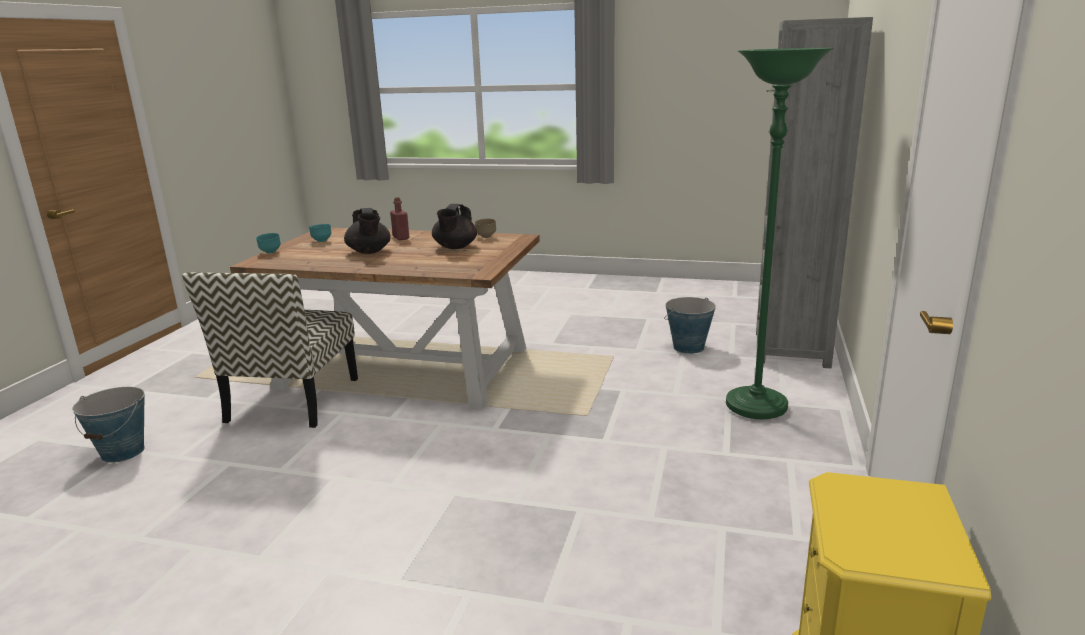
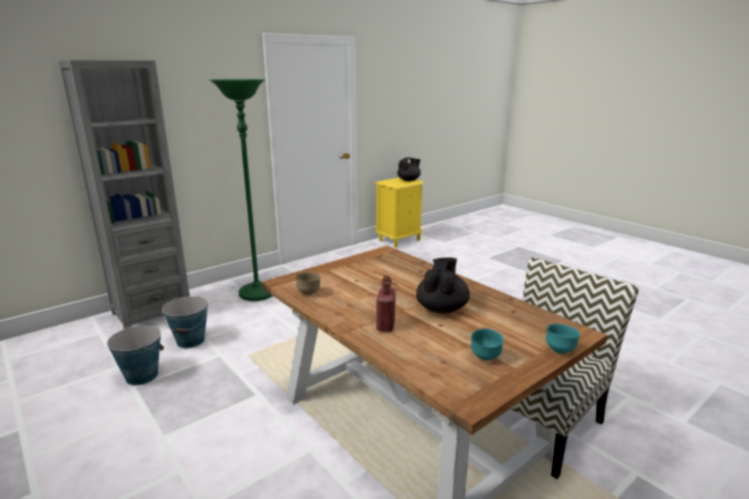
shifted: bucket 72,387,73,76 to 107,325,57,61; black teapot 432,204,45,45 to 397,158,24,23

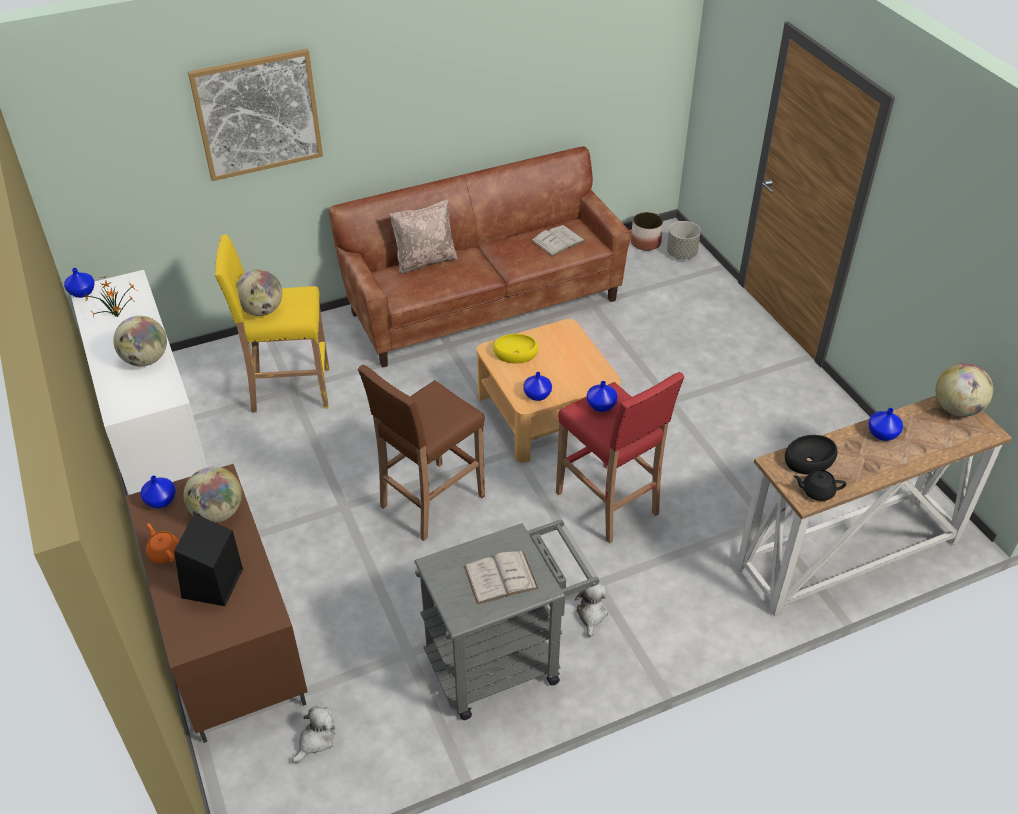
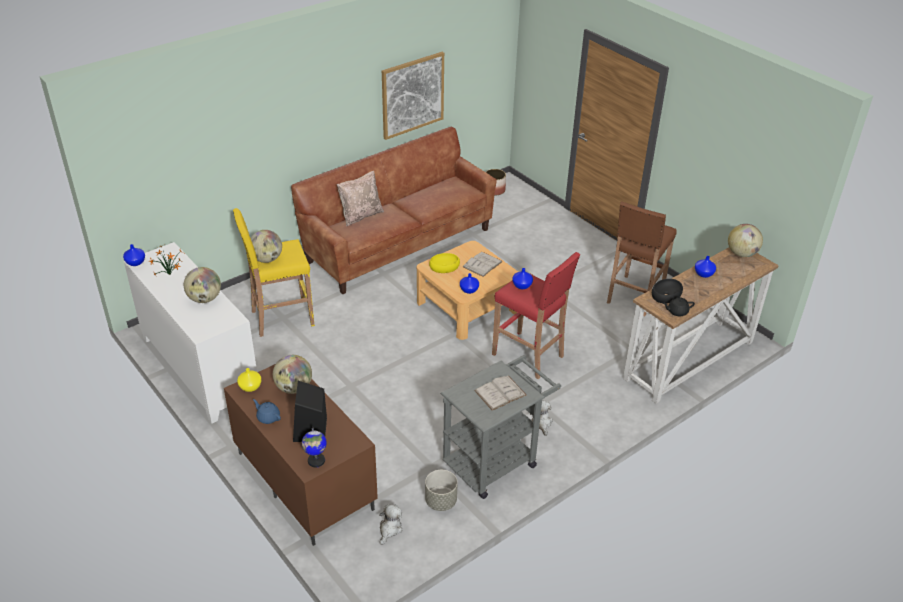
new: globe 302,427,25,40
shifted: picture 188,49,135,132 to 382,52,62,88; brown stool 358,364,127,177 to 607,202,70,114; white book 531,225,54,32 to 463,252,40,25; grey planter 667,221,34,38 to 425,470,33,41
repainted: blue vase 140,476,36,33 to yellow vase 237,368,25,24; orange teapot 146,523,33,41 to blue teapot 253,399,28,25

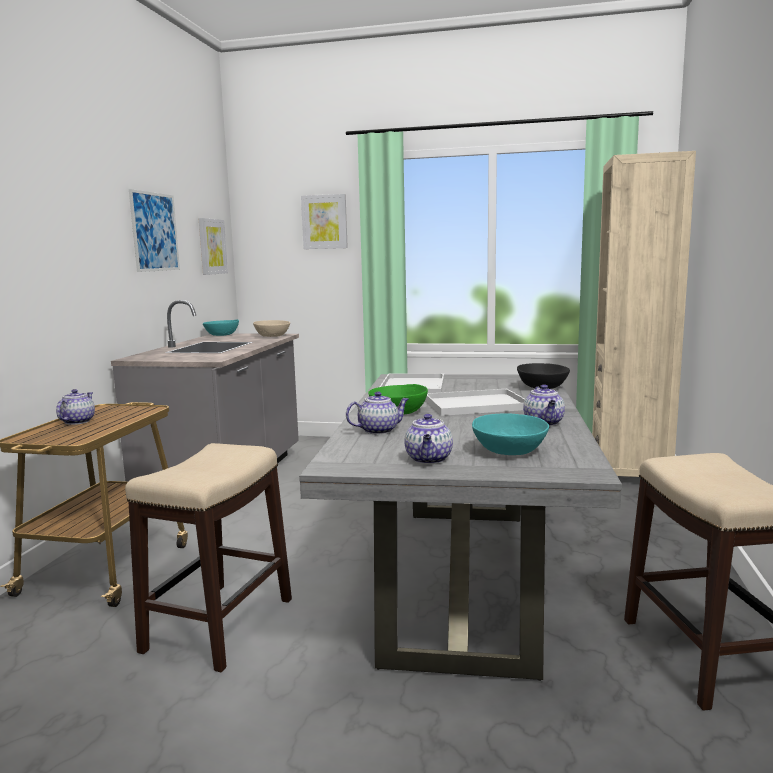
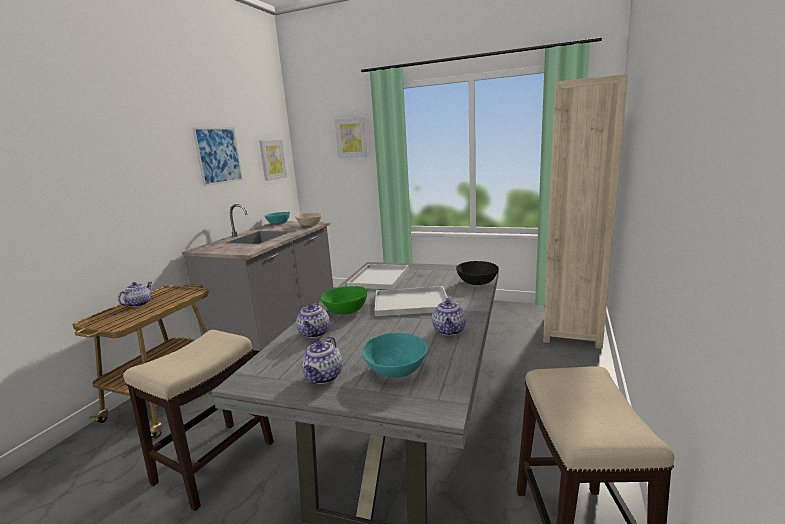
rotated: teapot 346,391,63,43 = 296,302,34,36 105 degrees clockwise

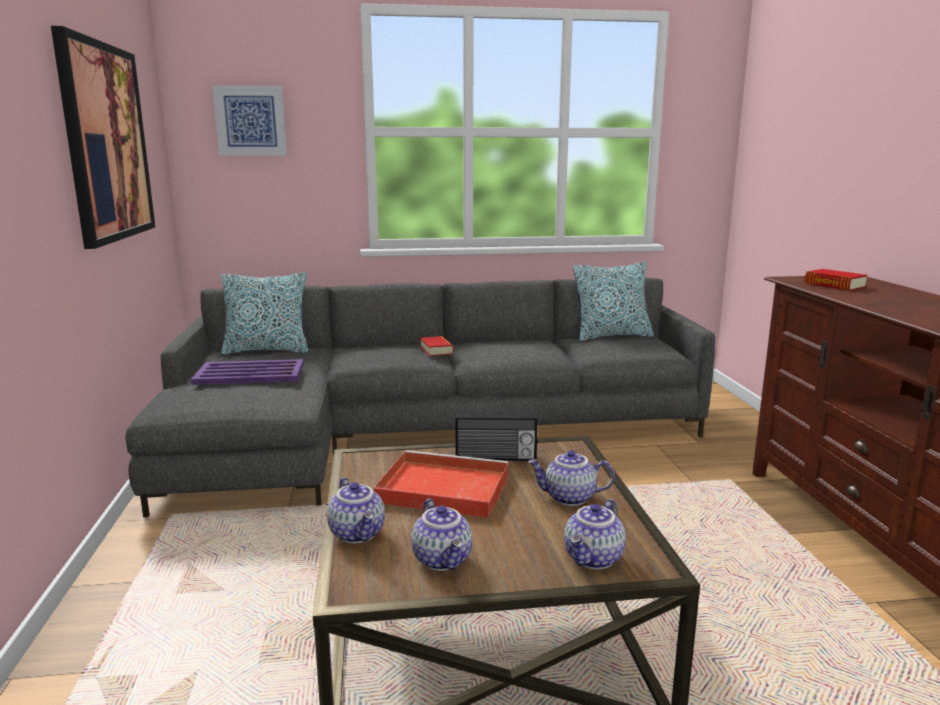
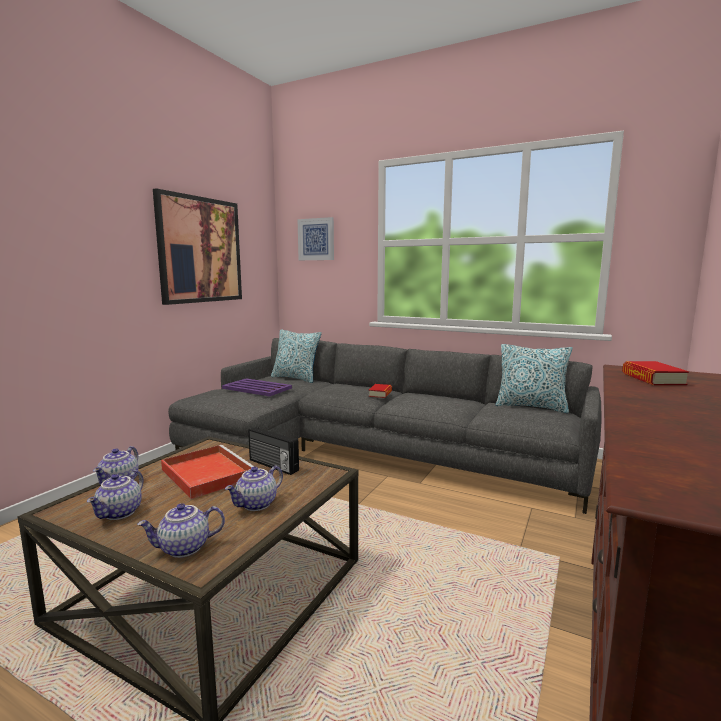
rotated: teapot 528,450,87,56 = 225,465,58,46 90 degrees counterclockwise

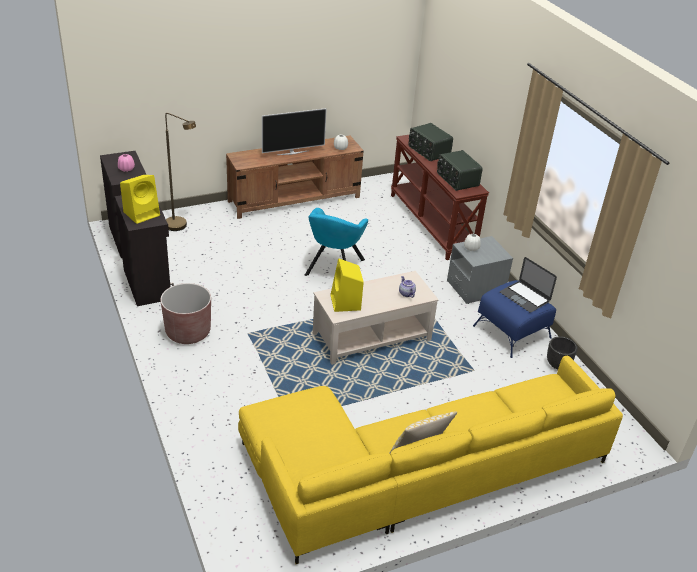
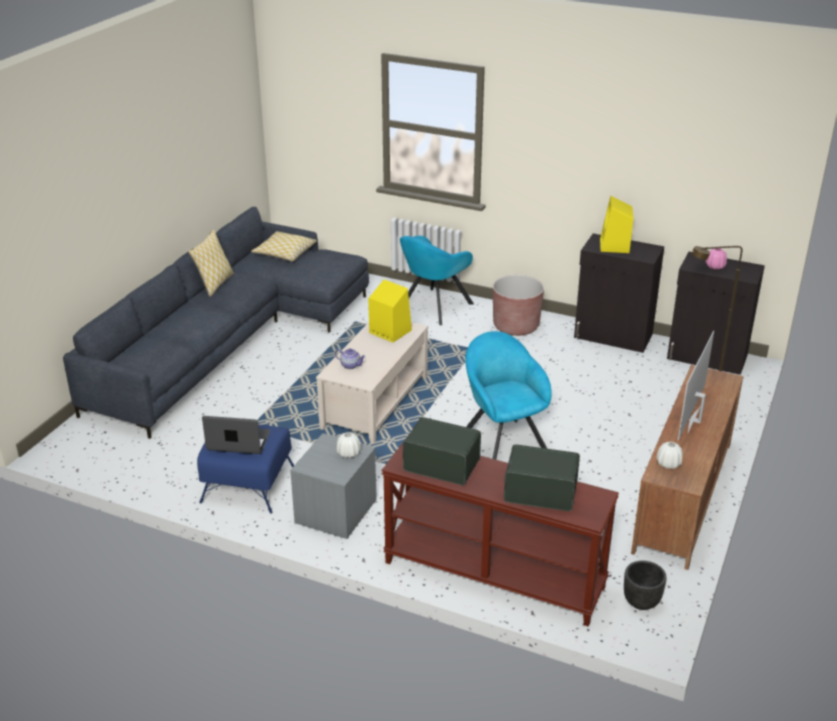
new: pillow 251,231,66,31; turquoise armchair 400,236,74,89
shifted: black planter 547,336,30,33 to 624,560,43,50
repainted: yellow sofa 238,356,385,208 to grey sofa 63,207,306,232

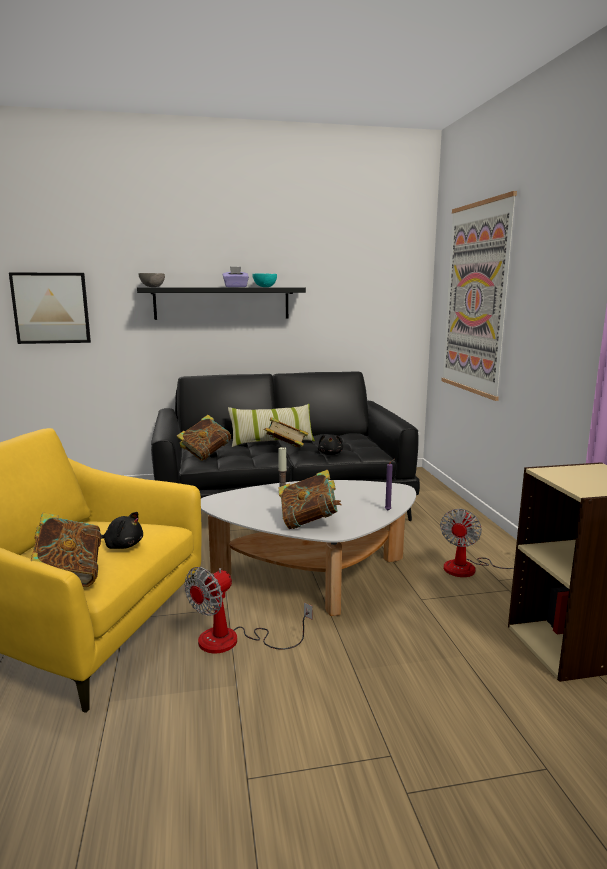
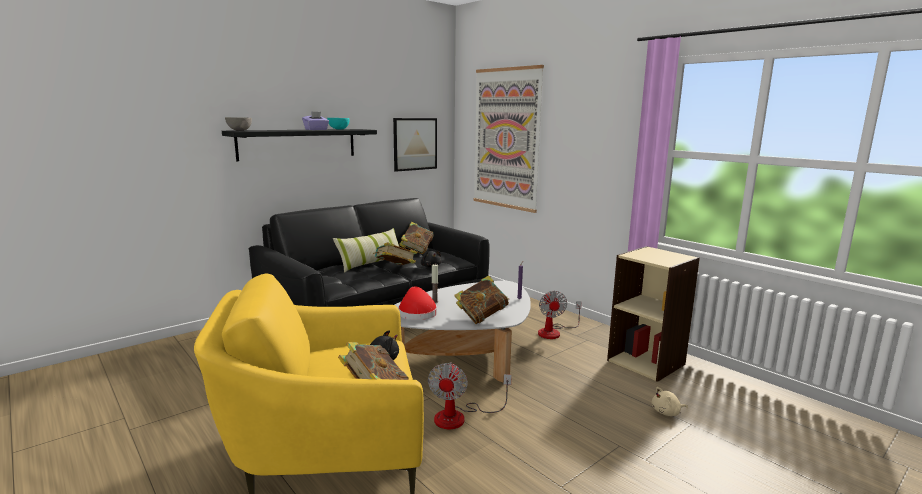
new: red hat 398,286,39,34; beige plush toy 652,387,36,29
shifted: picture 9,272,82,72 to 393,118,44,54; book 177,415,54,46 to 399,222,34,32

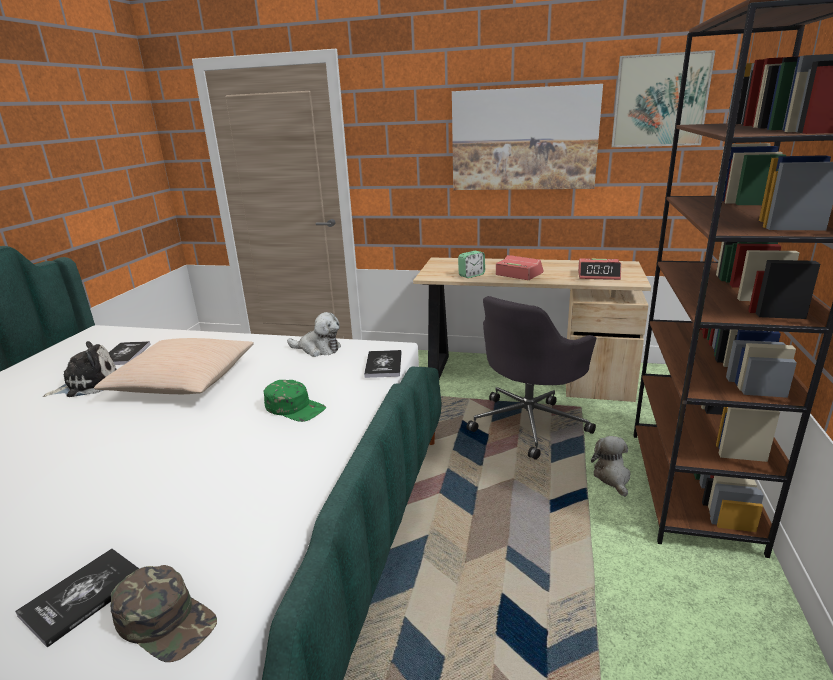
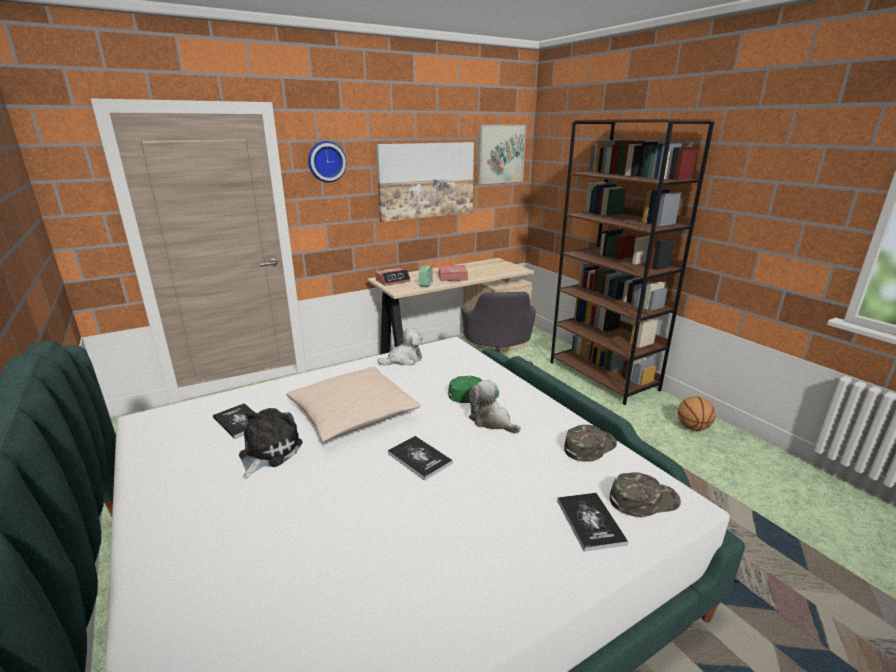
new: wall clock 308,141,38,41; green cap 564,425,53,37; basketball 678,396,38,35
shifted: book 364,350,37,28 to 388,436,65,45; alarm clock 578,258,43,22 to 375,268,36,18; plush toy 591,436,40,61 to 468,380,53,53

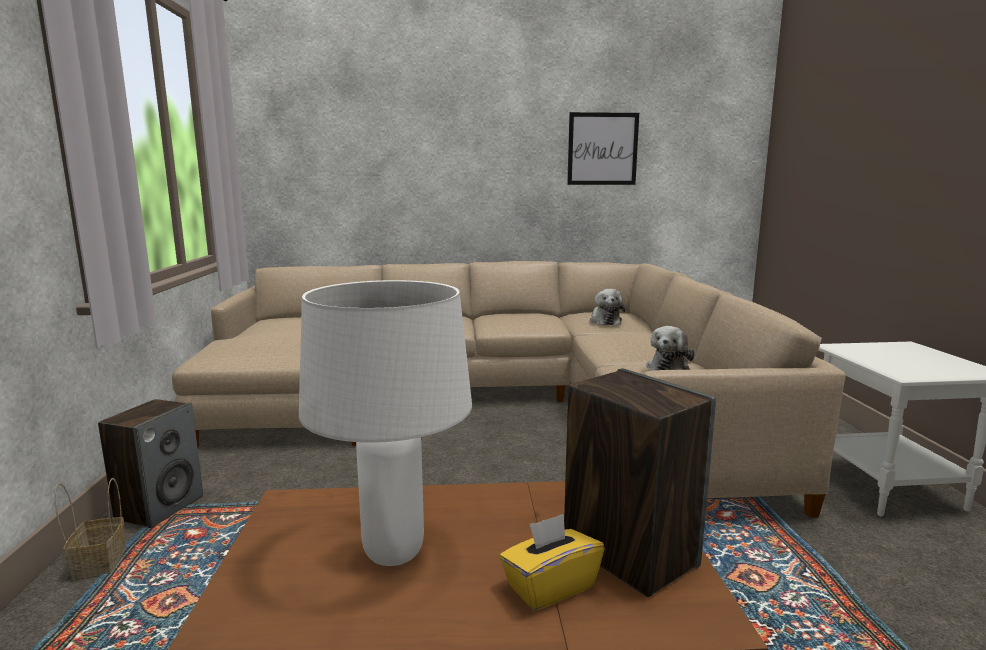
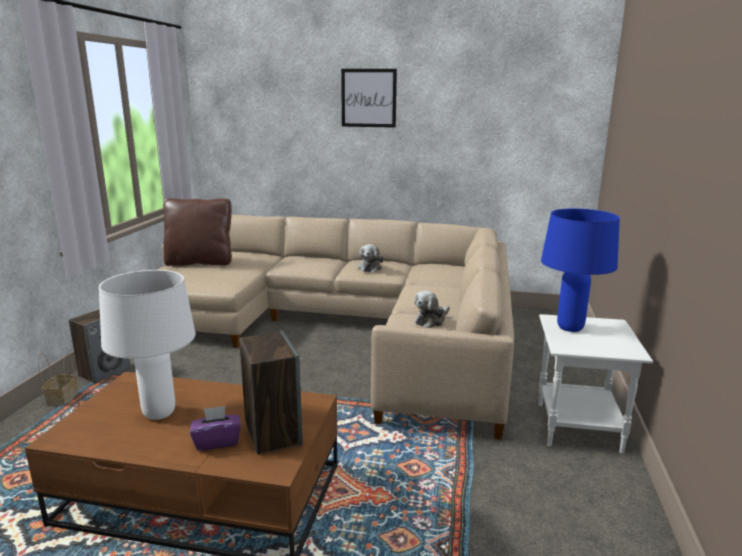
new: brown pillow 163,198,69,68; blue table lamp 541,208,79,124
shifted: picture 567,112,72,73 to 341,69,56,59; plush toy 590,289,35,36 to 358,244,25,28
repainted: yellow tissue box 500,514,105,97 to purple tissue box 190,406,51,45

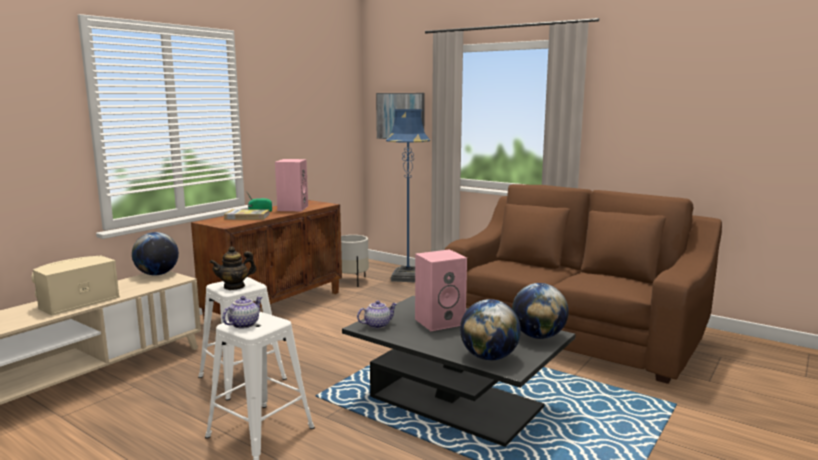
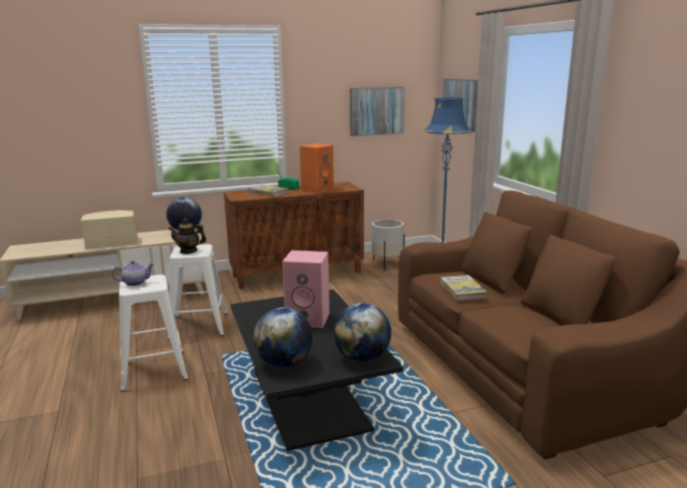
gone: teapot 357,300,40,29
new: picture 350,87,55,49; book 440,275,47,26
repainted: pink speaker 275,159,33,52 to orange speaker 300,143,34,50

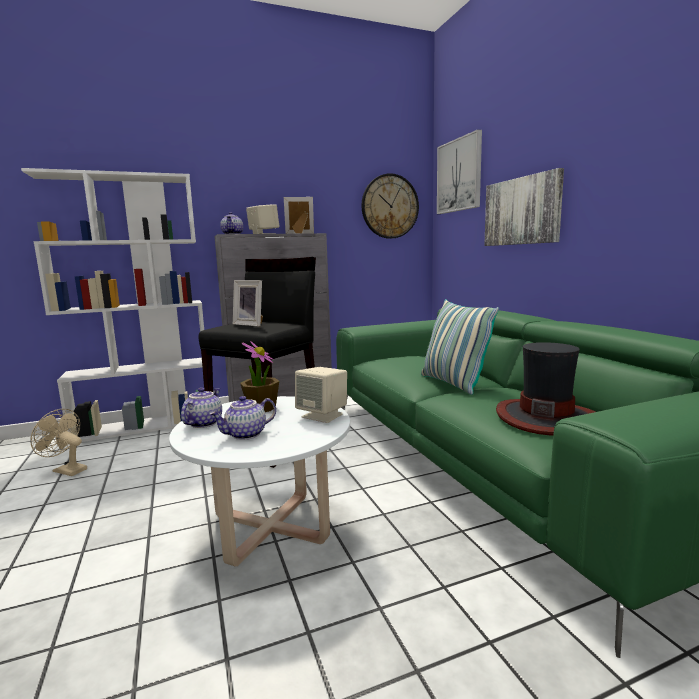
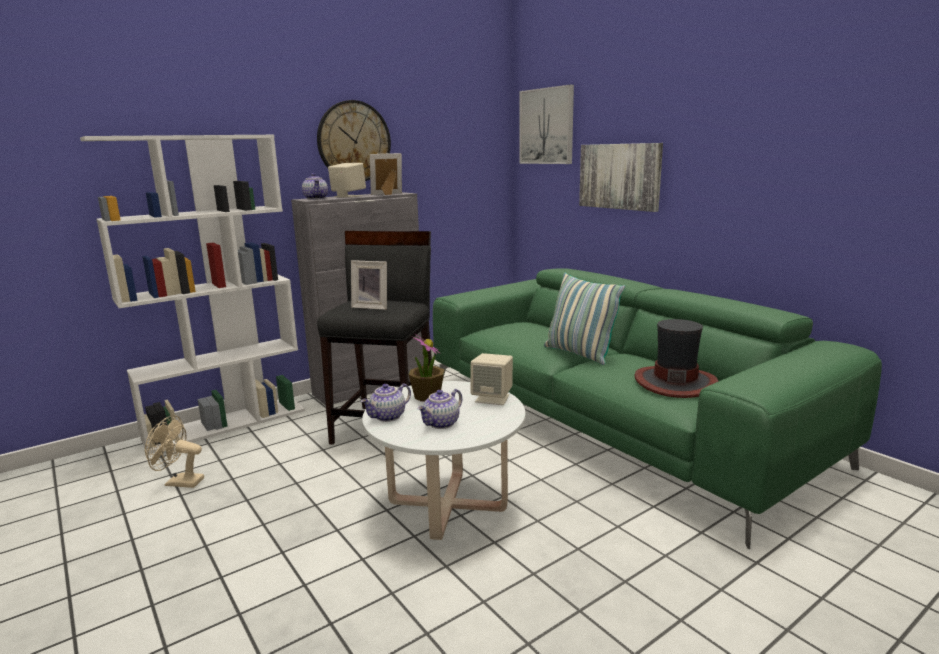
shifted: wall clock 362,173,57,66 to 317,100,74,81
rotated: teapot 181,387,41,41 = 360,384,51,38 135 degrees counterclockwise

